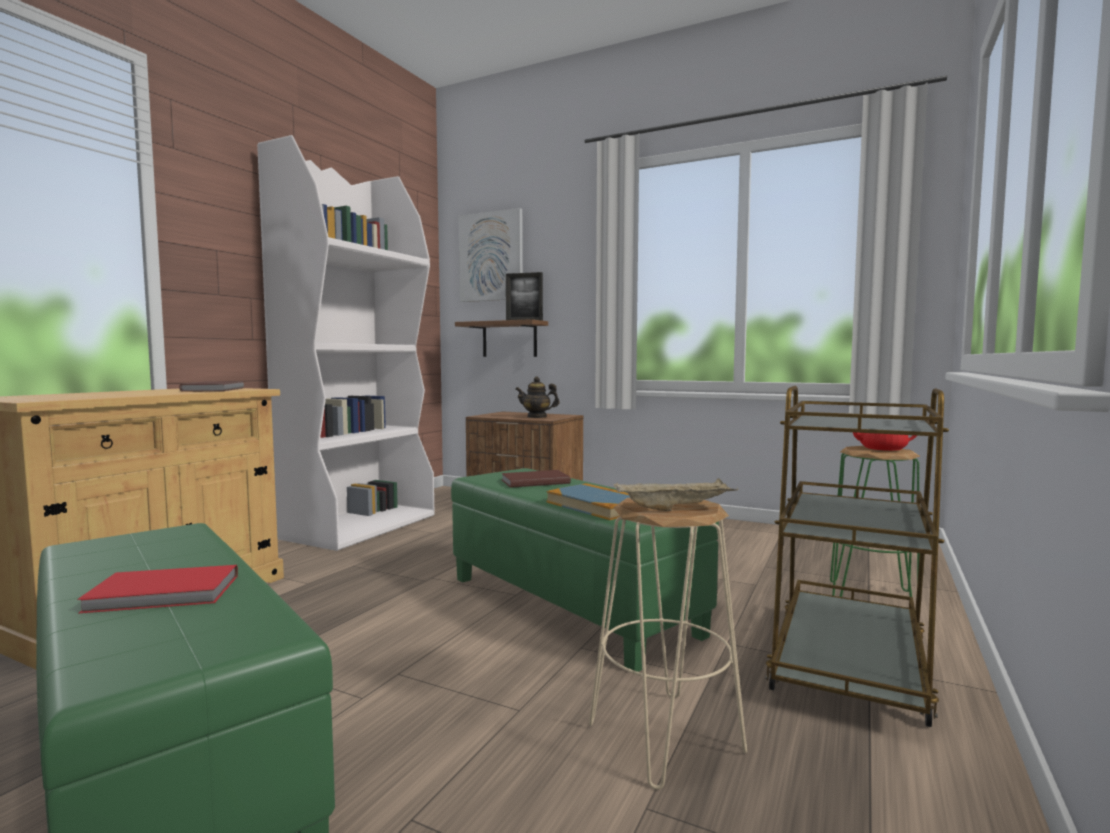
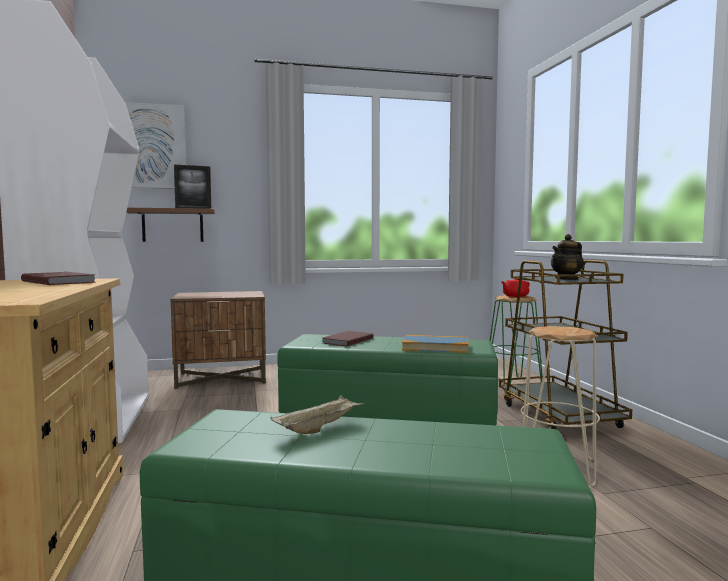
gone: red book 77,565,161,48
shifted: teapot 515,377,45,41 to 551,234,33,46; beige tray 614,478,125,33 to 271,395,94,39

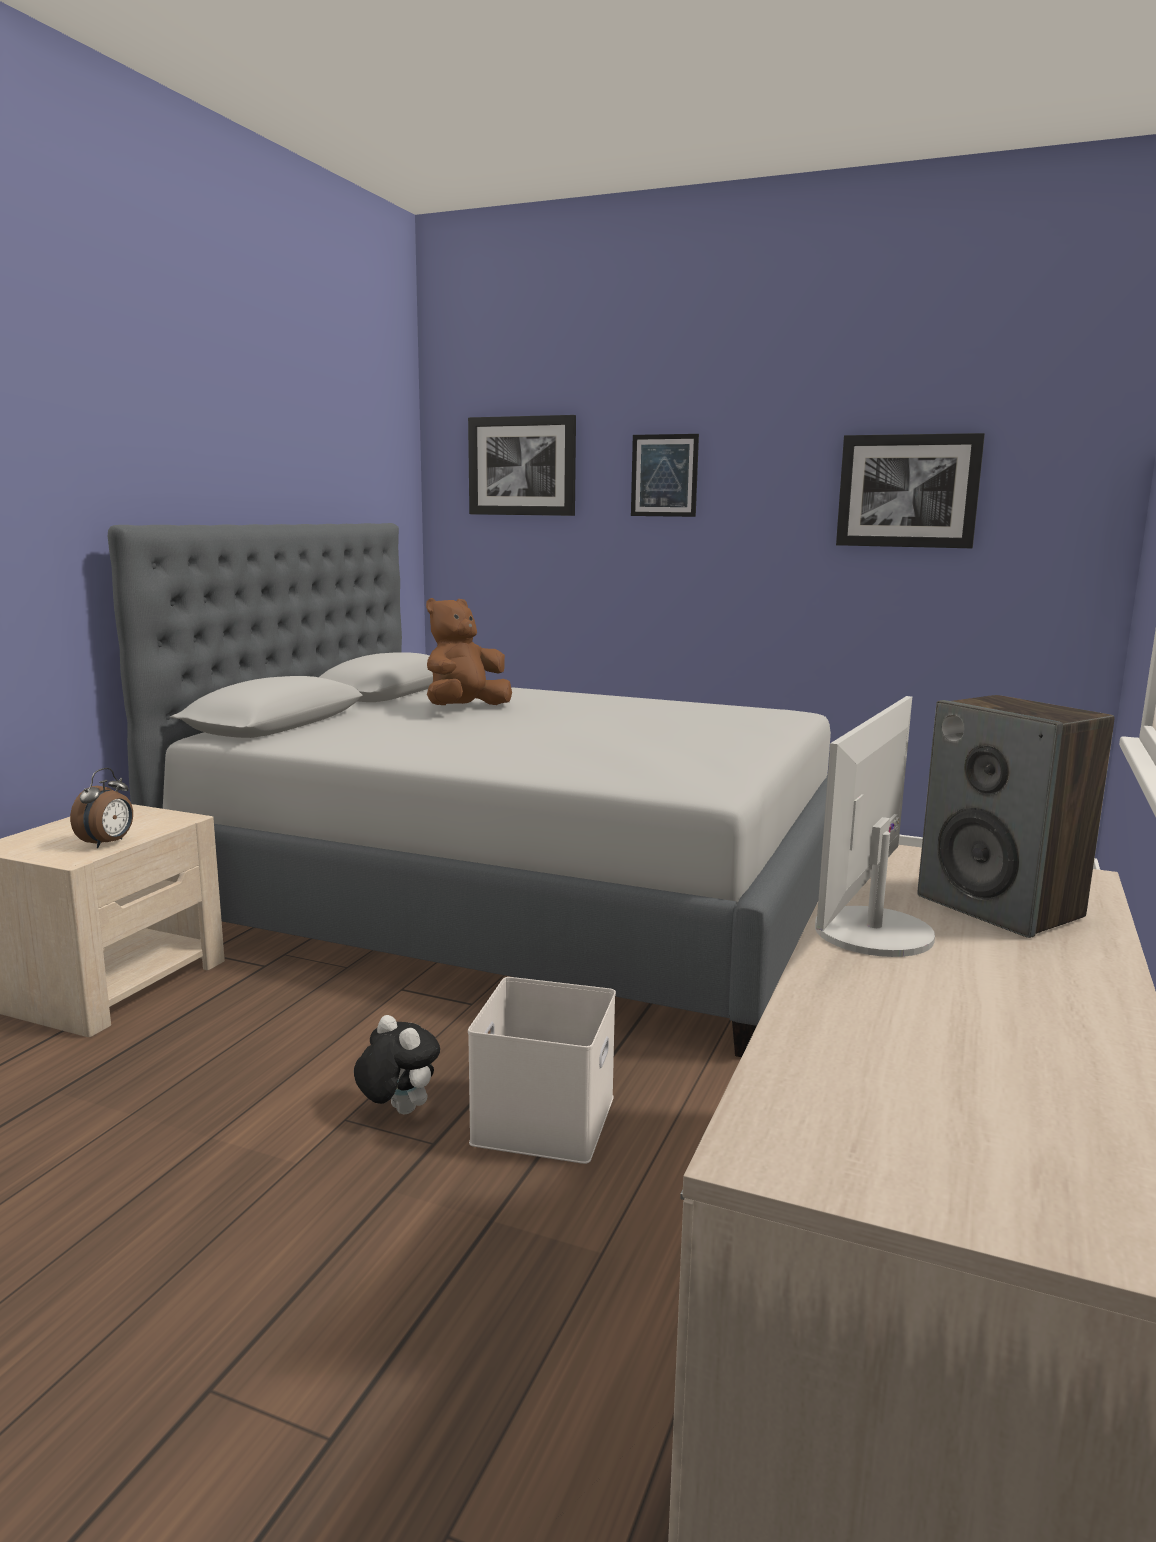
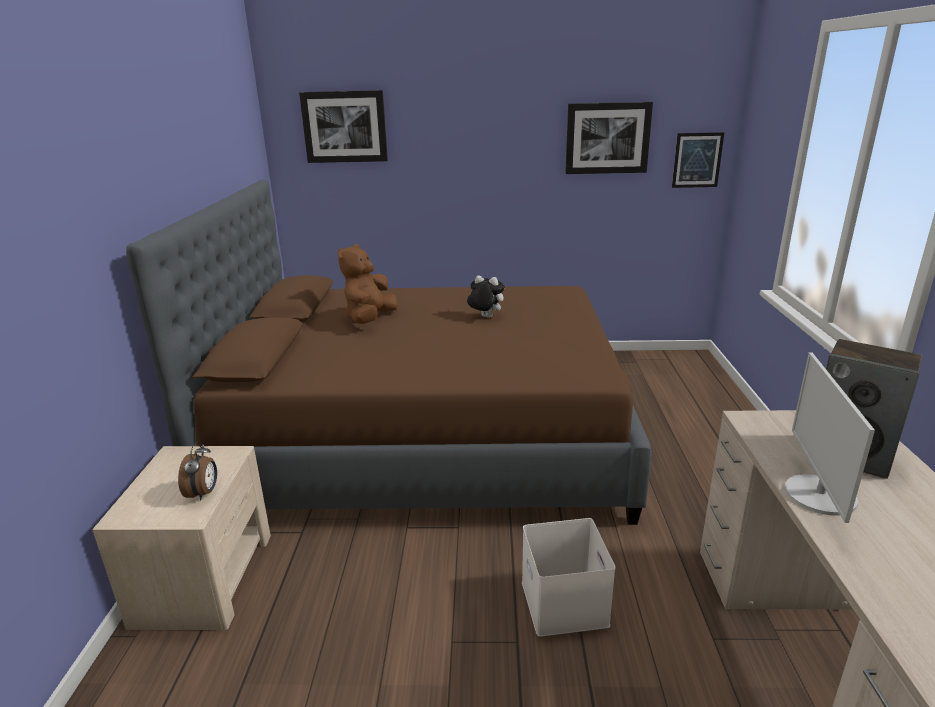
shifted: plush toy 354,1015,86,99 to 467,275,38,43; picture 631,434,68,83 to 672,132,53,56
repainted: grey bed 108,523,723,534 to brown bed 126,179,526,346

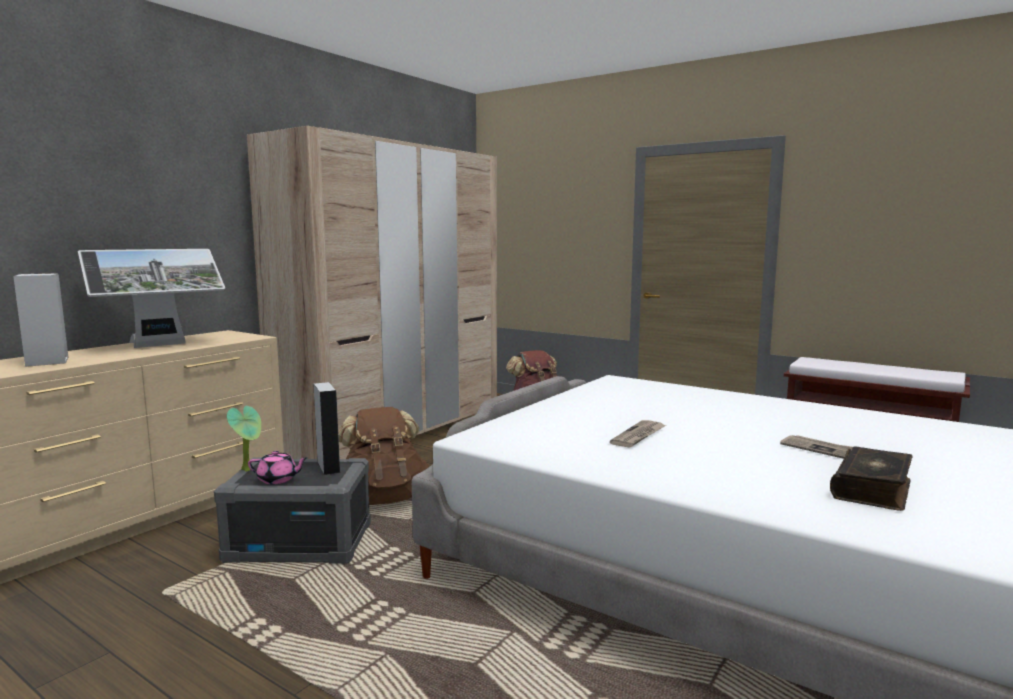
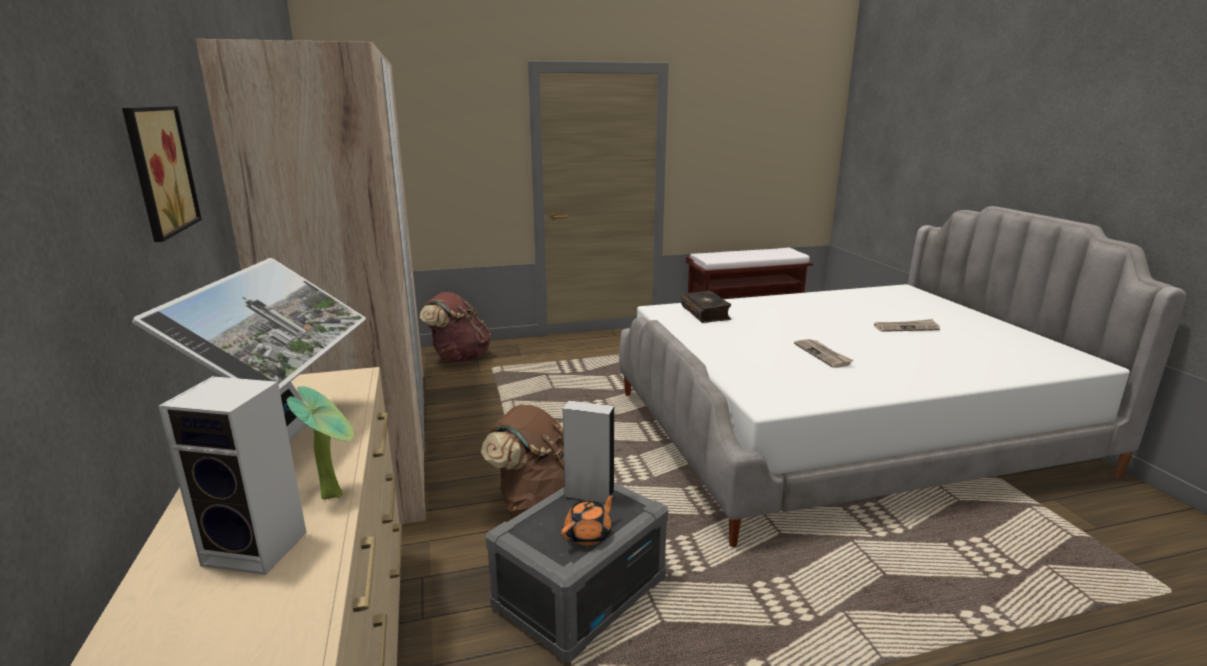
new: picture 122,106,80,136
shifted: potted plant 227,406,34,66 to 287,386,67,113; book 830,446,83,65 to 681,291,51,32
repainted: pink teapot 248,451,60,33 to orange teapot 561,493,54,53

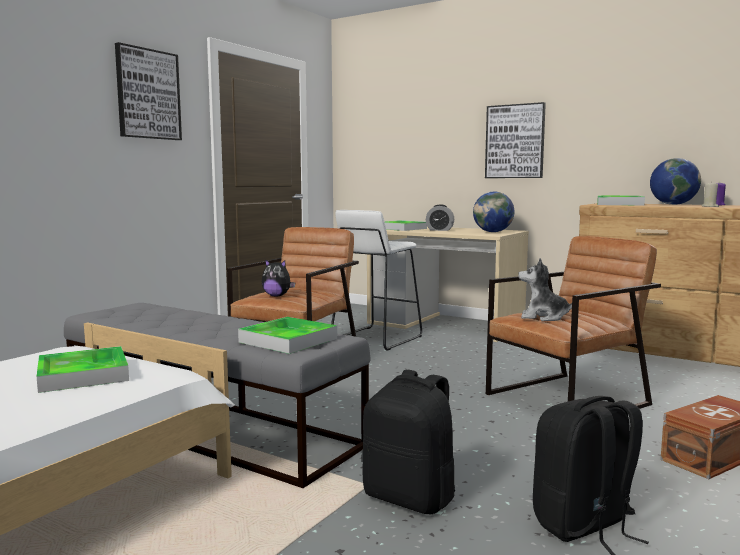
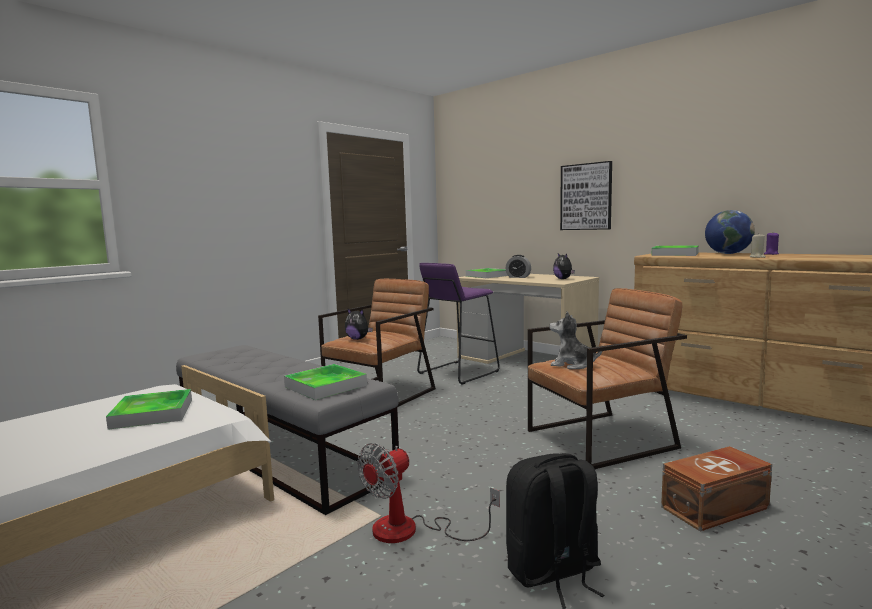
gone: picture 115,42,67,98
swapped: black backpack 361,370,94,144 to fan 357,443,143,100; globe 473,192,41,40 to plush toy 553,253,22,26
repainted: white stool 331,210,91,141 to purple stool 417,263,83,122

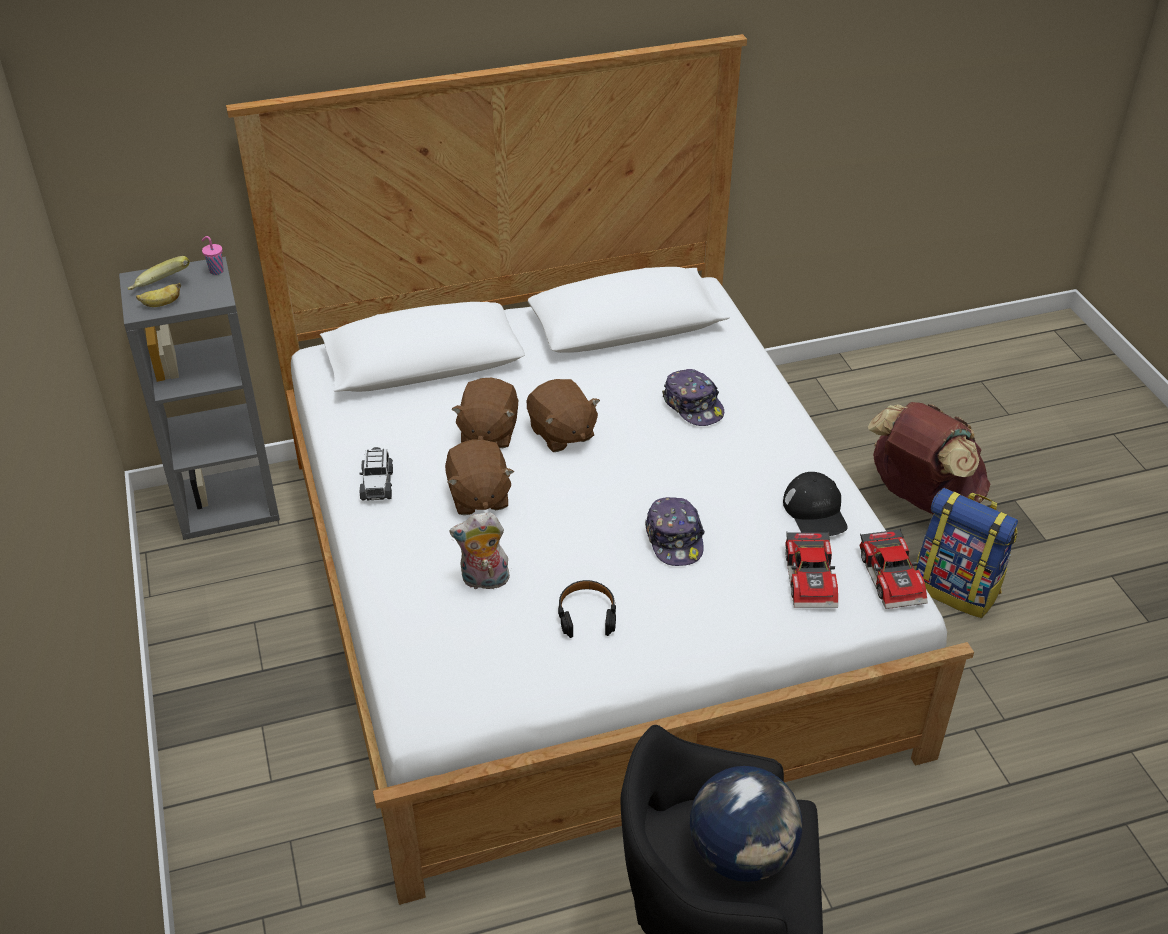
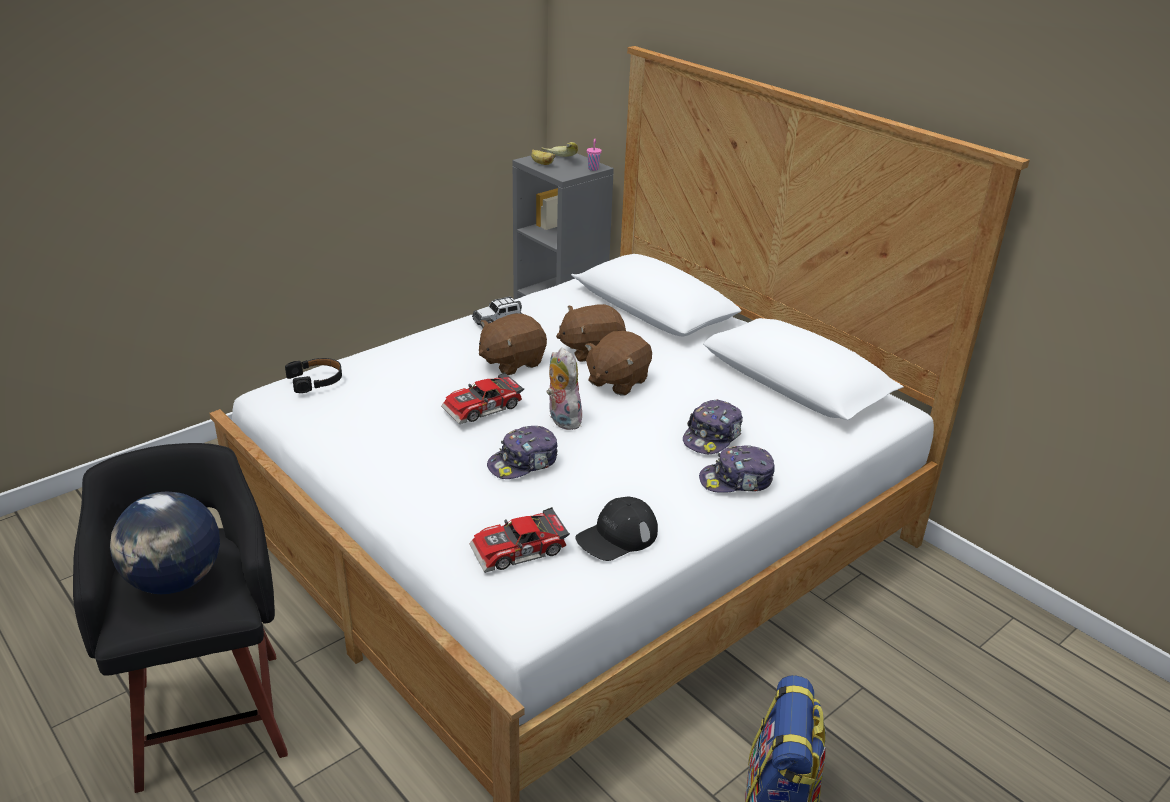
gone: brown backpack 868,402,122,113
new: cap 699,445,76,48
shifted: plush toy 449,512,61,77 to 547,348,35,82; black headphones 558,580,58,58 to 285,358,57,35; toy car 859,529,69,80 to 441,372,83,52

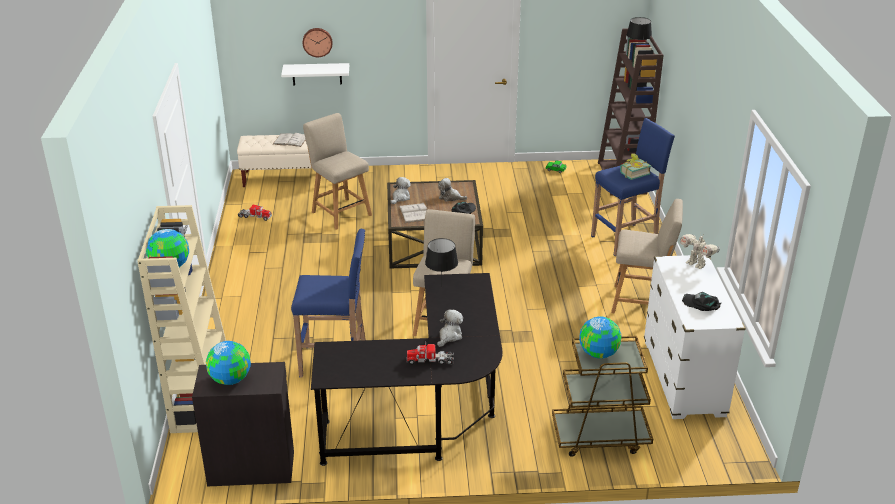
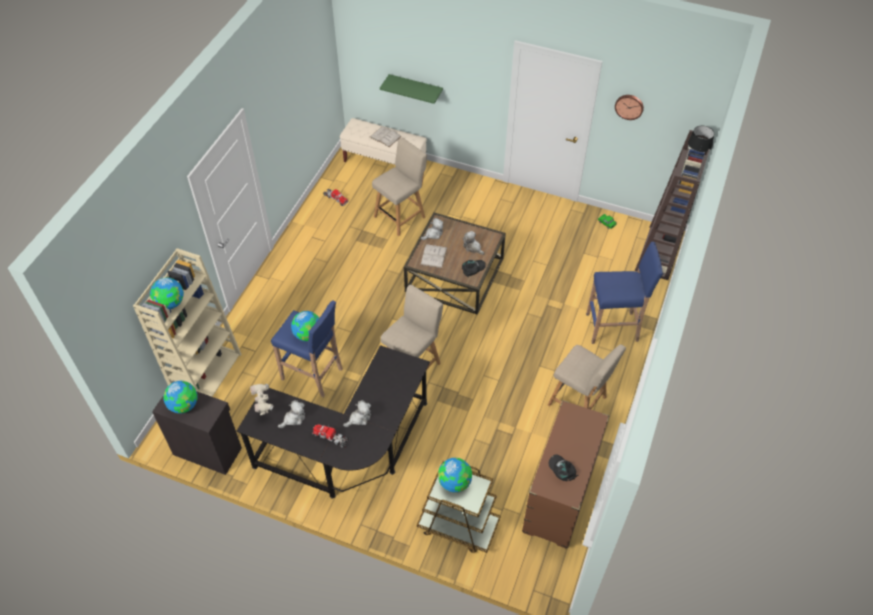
gone: black table lamp 425,238,33,45; book 620,153,31,27
new: plush toy 278,400,27,28; globe 291,311,28,30
shifted: wall clock 303,28,30,29 to 615,95,29,25; toy robot 680,233,40,36 to 250,384,23,31
repainted: white shelf 281,63,68,23 to green shelf 380,74,63,30; white dresser 644,255,102,164 to brown dresser 522,400,88,149
rotated: beige chair 303,113,69,117 = 372,138,55,98 60 degrees clockwise

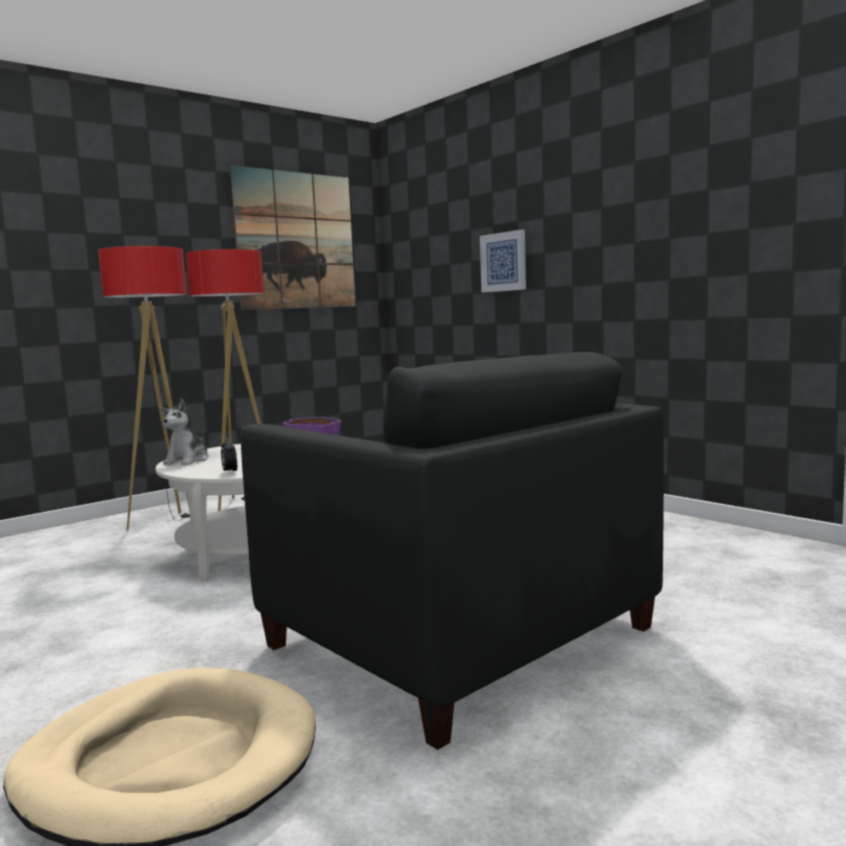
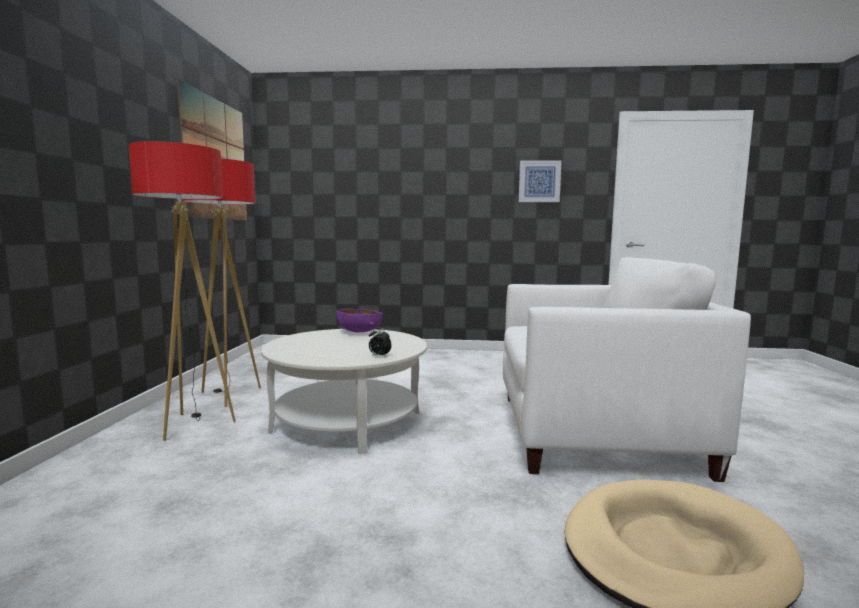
gone: plush toy 161,399,48,66
shifted: picture 480,229,46,64 to 519,161,43,41
repainted: black armchair 241,352,423,398 to white armchair 503,257,248,225

